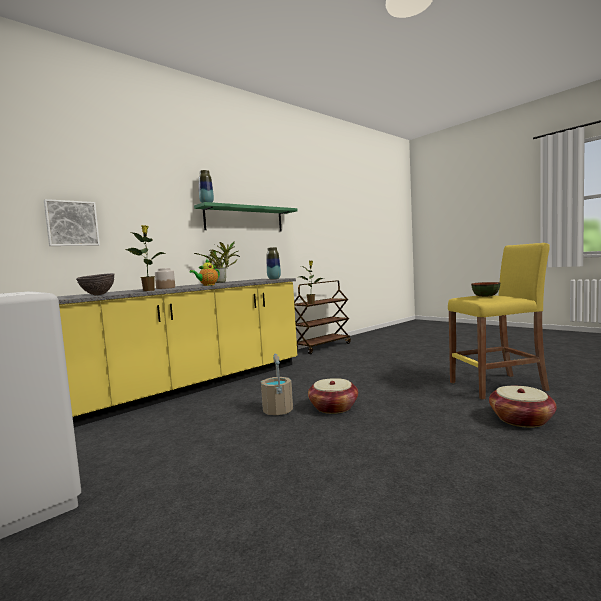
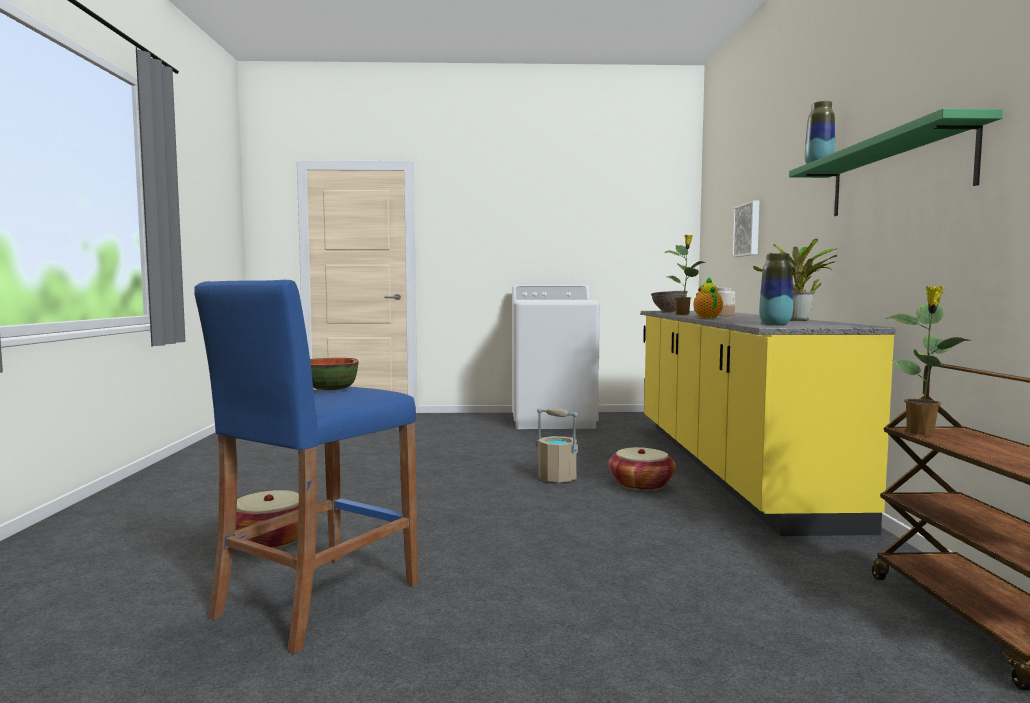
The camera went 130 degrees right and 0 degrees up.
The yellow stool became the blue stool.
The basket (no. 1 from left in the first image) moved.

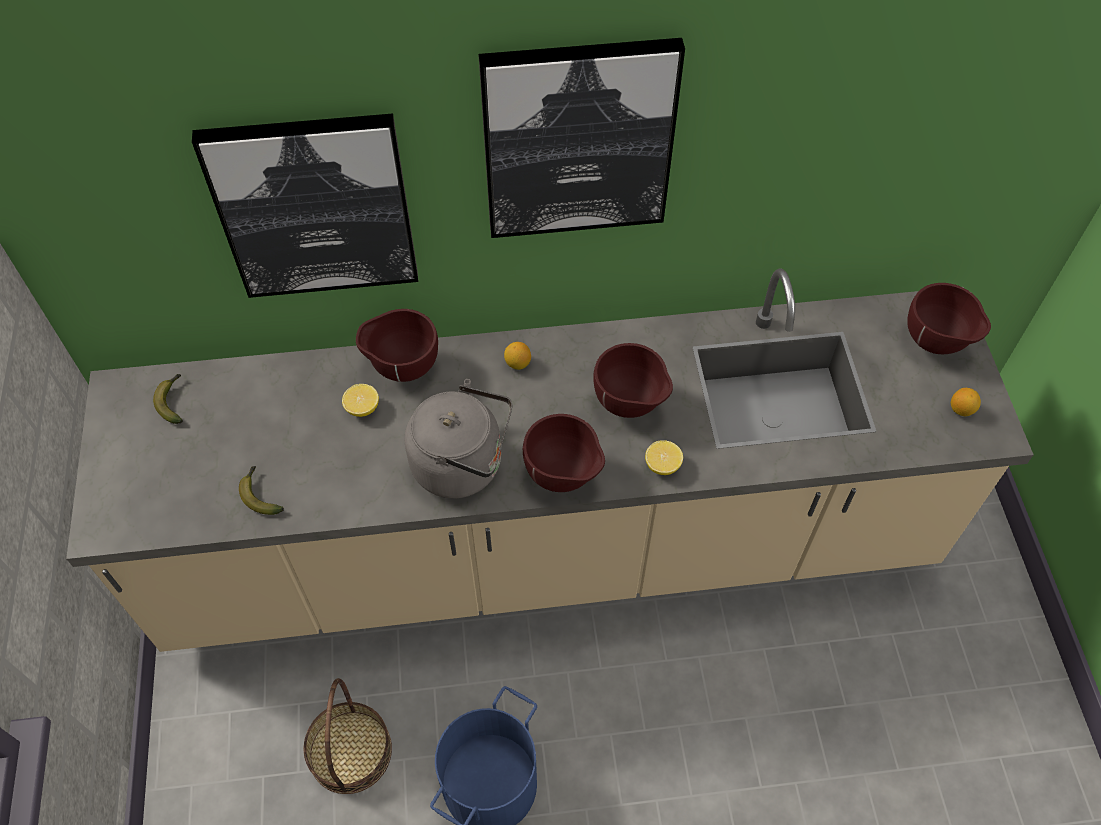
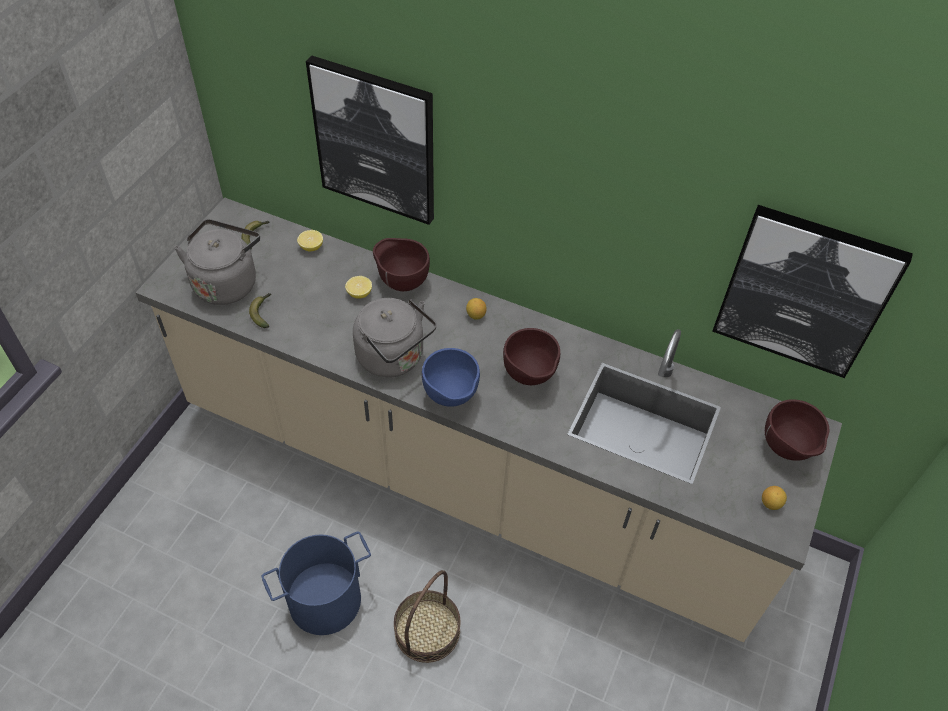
The camera went 30 degrees right and 5 degrees down.
The picture (no. 2 from left) moved.
The brown bowl (no. 2 from left) became the blue bowl.
The lemon (no. 3 from left in the first image) moved.
The basket moved.
The grey kettle (no. 1 from left) appeared.

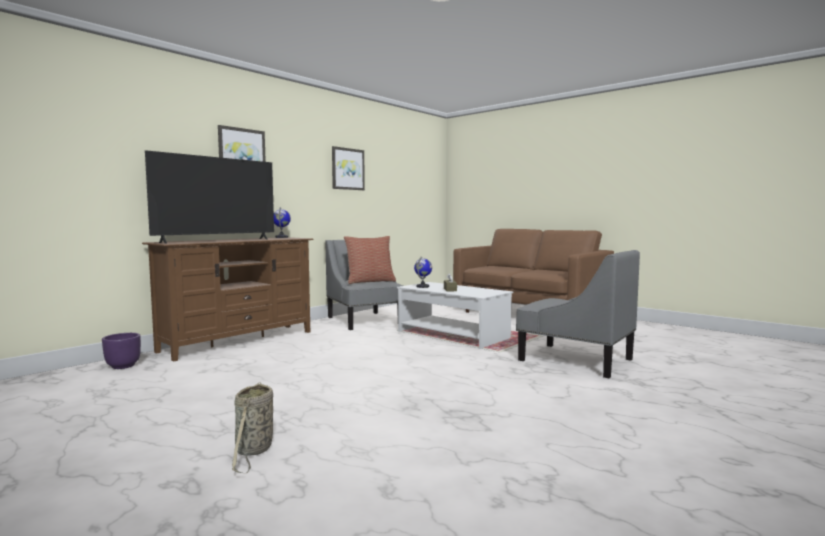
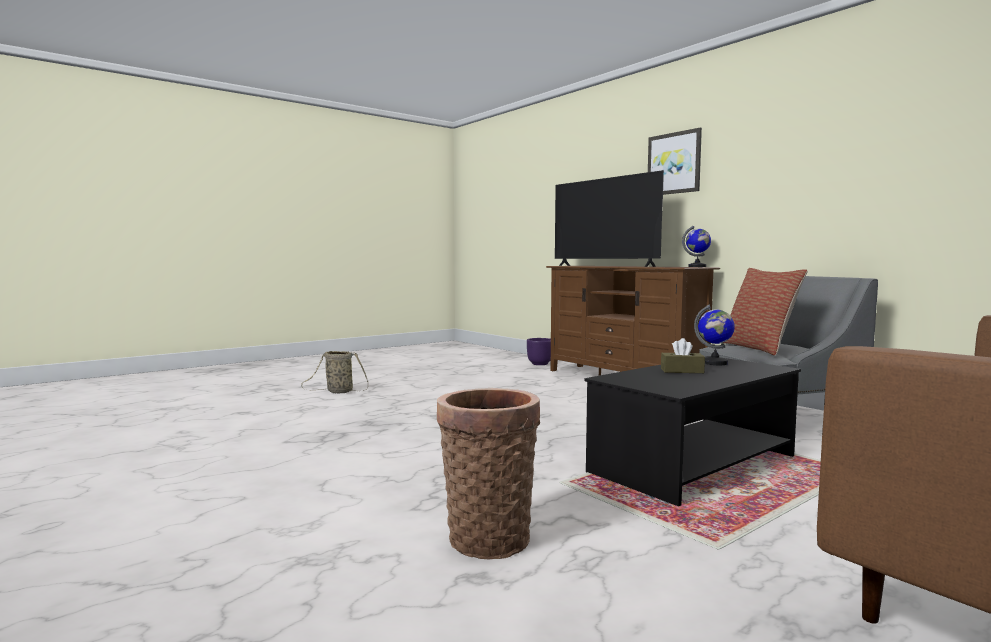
The camera went 100 degrees right and 0 degrees up.
The picture (no. 2 from left) disappeared.
The grey armchair (no. 2 from left) was replaced by the basket (no. 2 from left).
The white coffee table became the black coffee table.

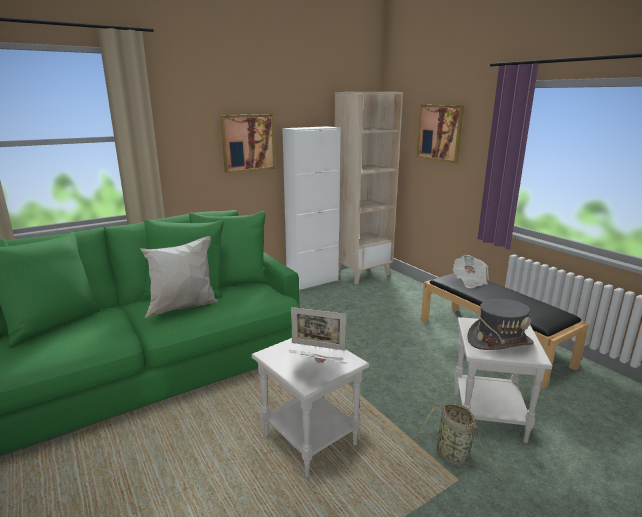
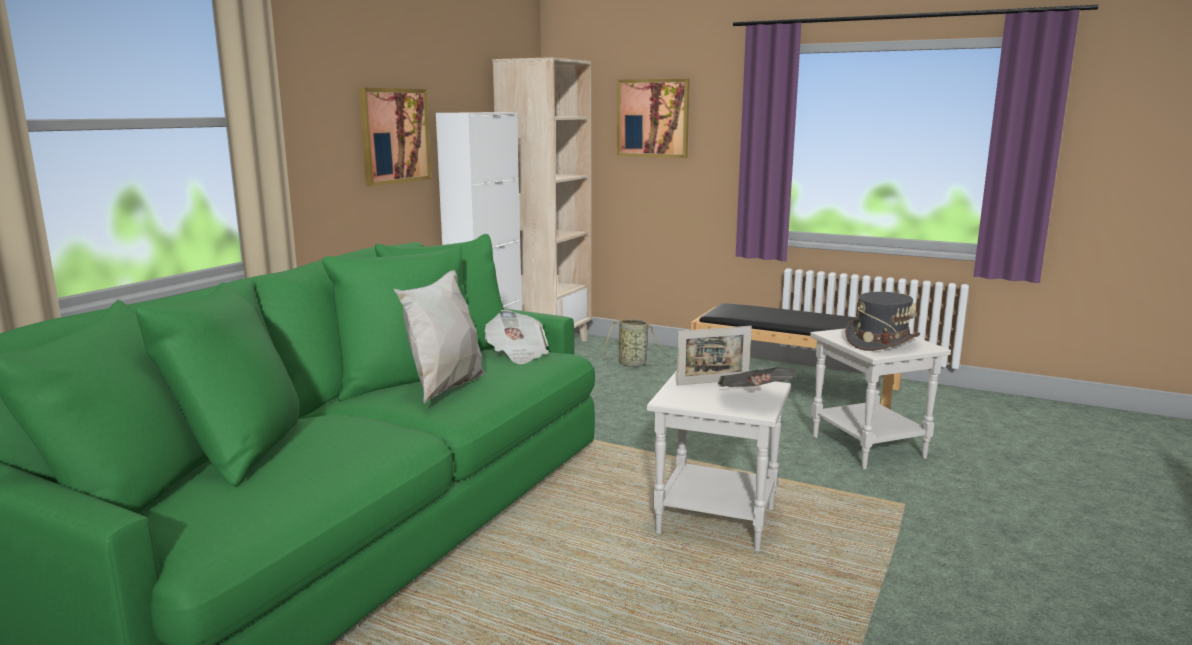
The camera went 30 degrees left and 5 degrees down.
The newspaper (no. 2 from left in the first image) moved.
The basket moved.

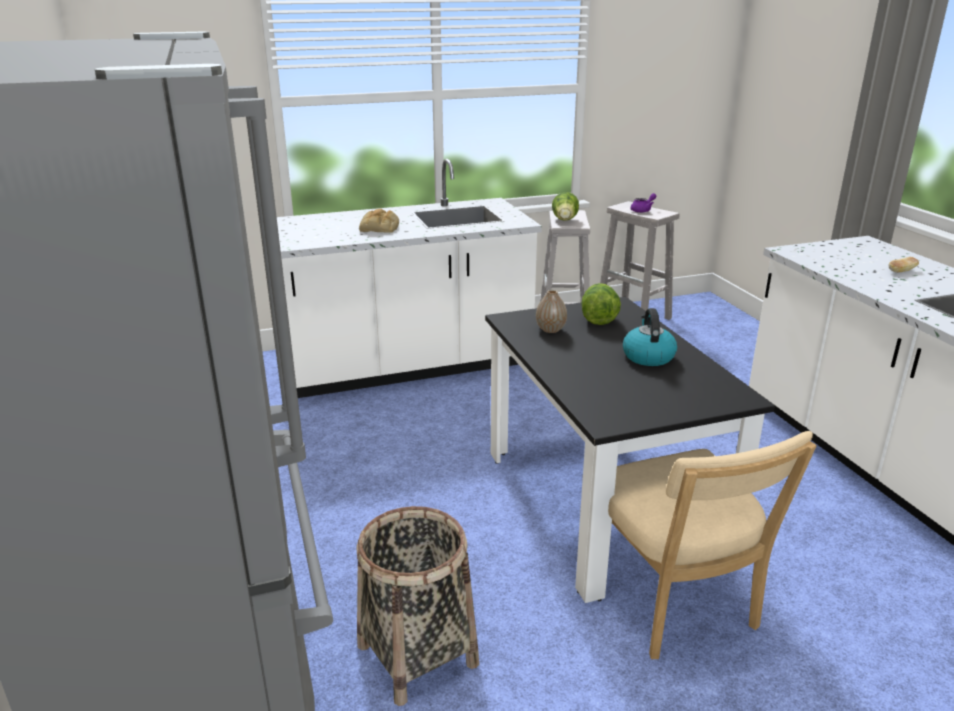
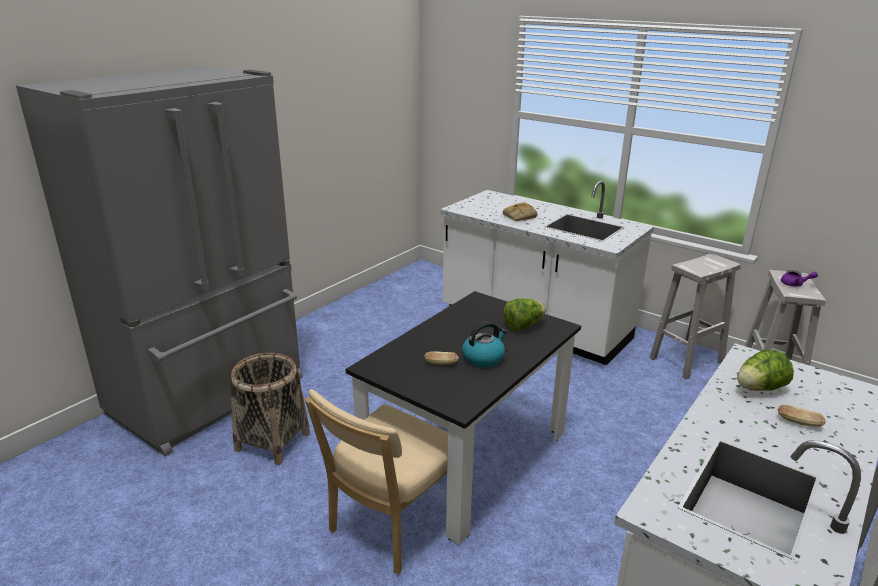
The camera went 55 degrees right and 0 degrees up.
The lettuce (no. 1 from left in the first image) moved.
The vase disappeared.
The bread (no. 1 from left) appeared.

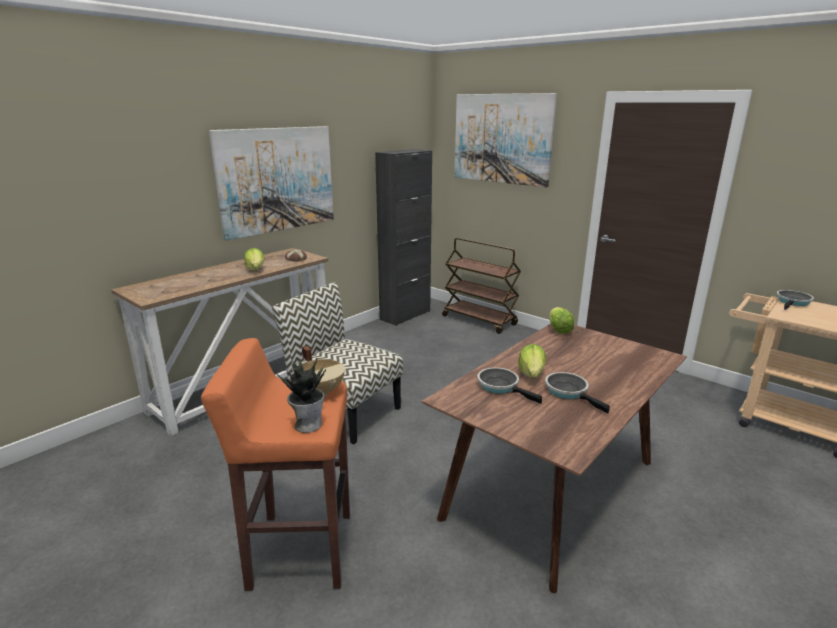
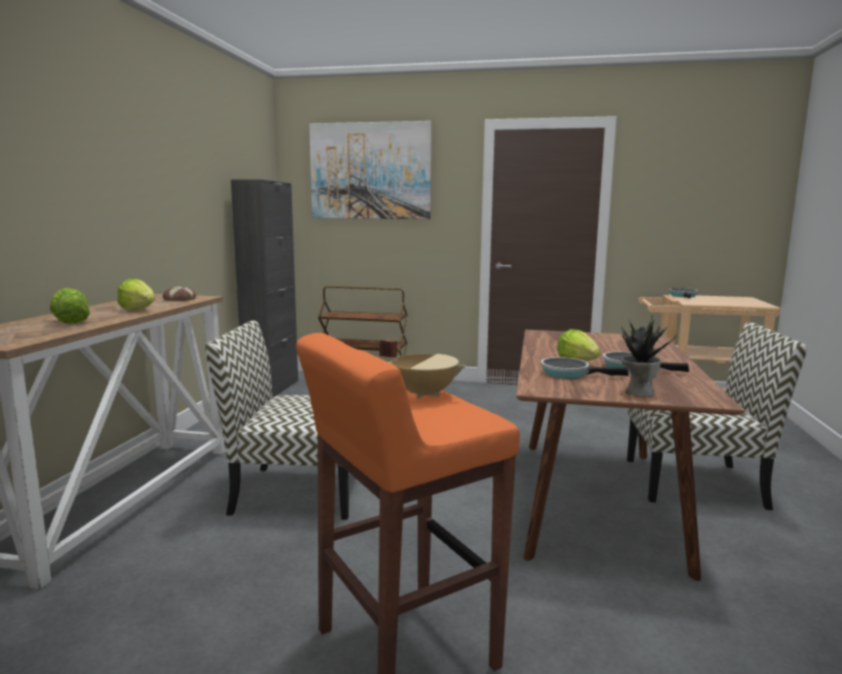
The camera went 30 degrees left and 10 degrees down.
The picture (no. 1 from left) disappeared.
The lettuce (no. 3 from left in the first image) moved.
The potted plant moved.
The chair (no. 2 from left) appeared.

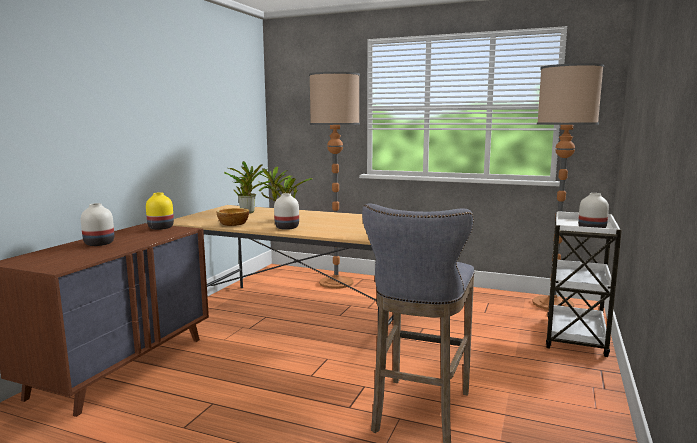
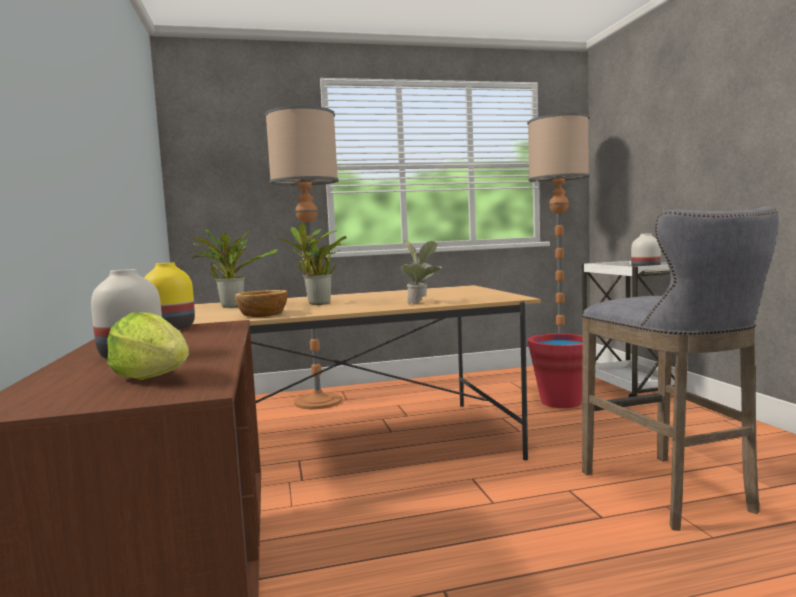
The camera went 35 degrees left and 5 degrees down.
The white vase (no. 2 from left) disappeared.
The potted plant (no. 3 from left) appeared.
The lettuce appeared.
The red bucket appeared.

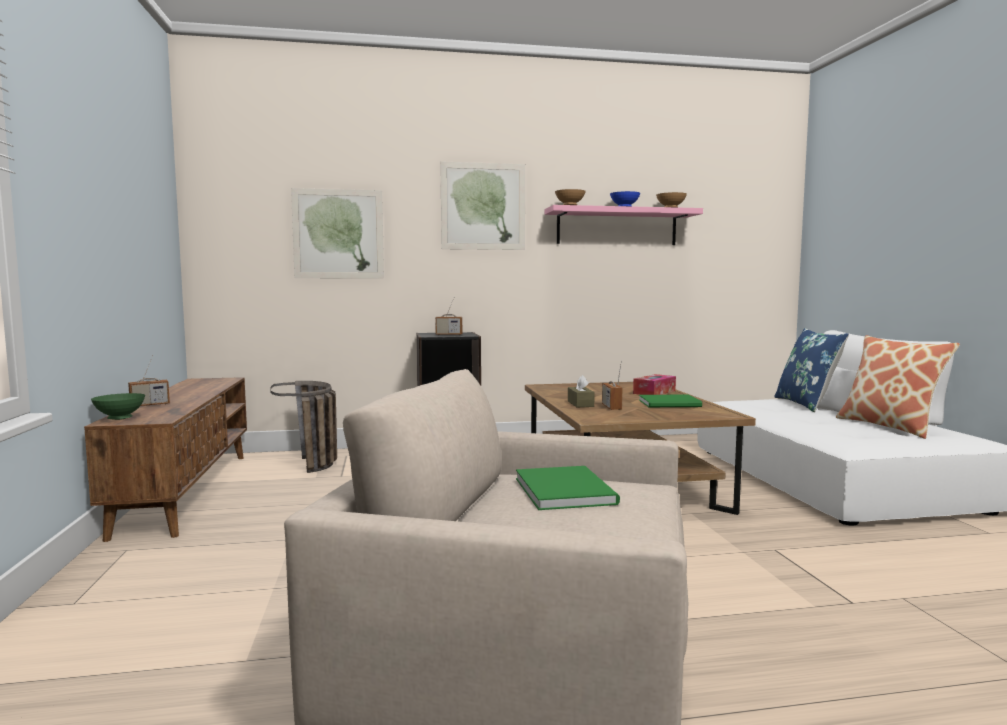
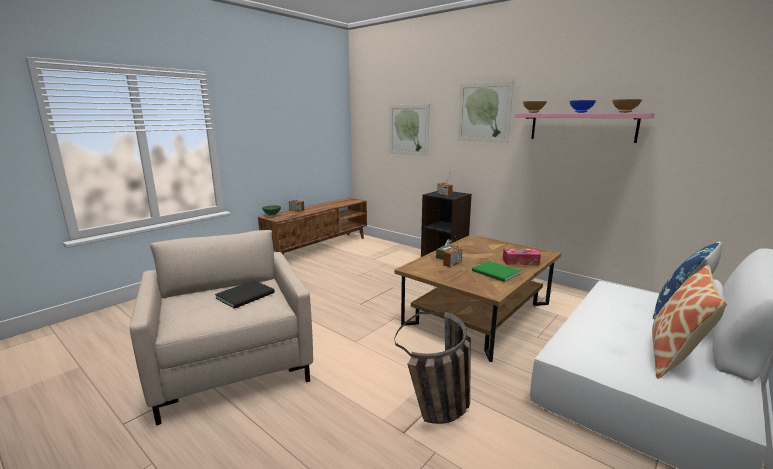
The camera went 50 degrees right and 10 degrees up.
The basket moved.
The green book (no. 1 from left) became the black book.

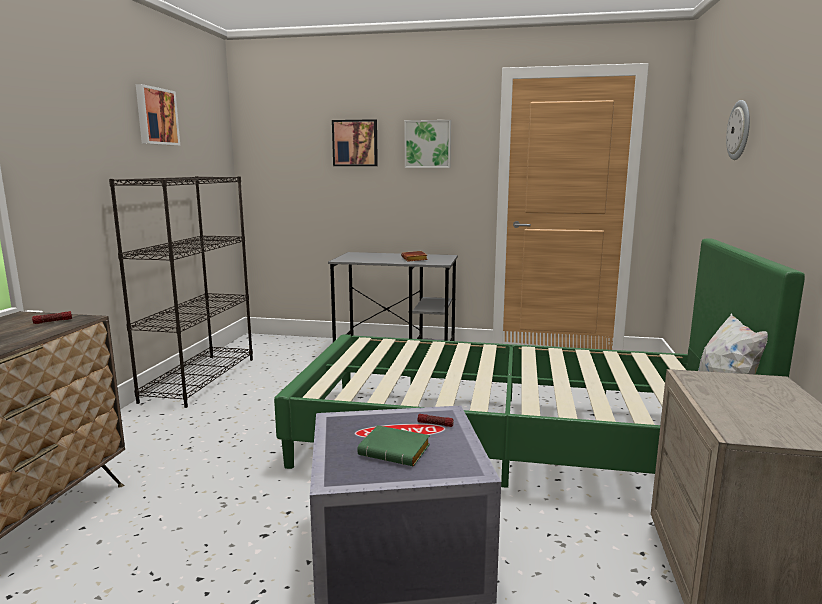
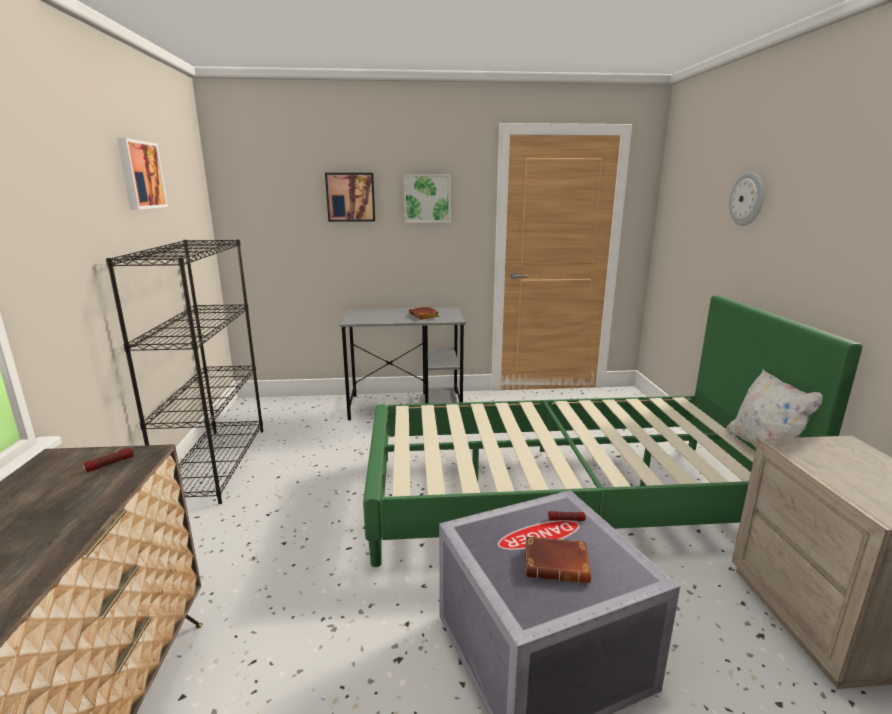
The camera went 15 degrees left and 5 degrees up.
The green book became the brown book (no. 2 from left).

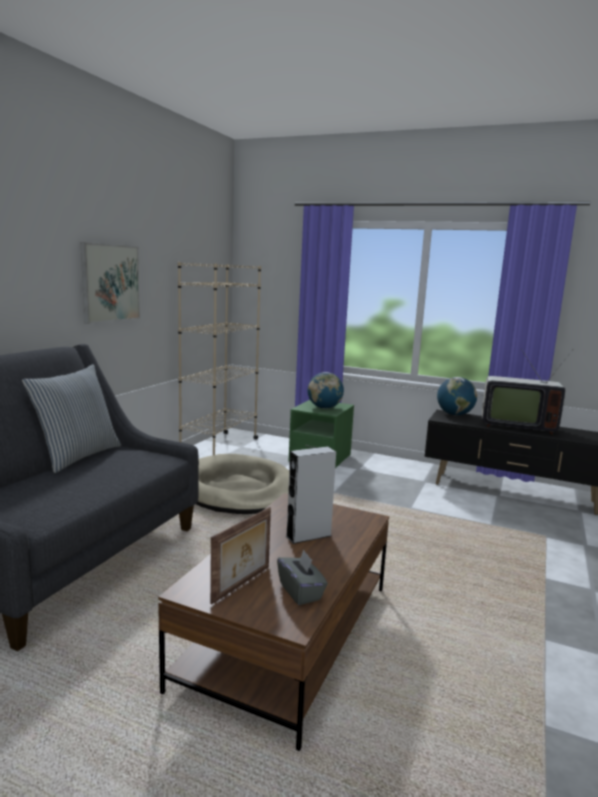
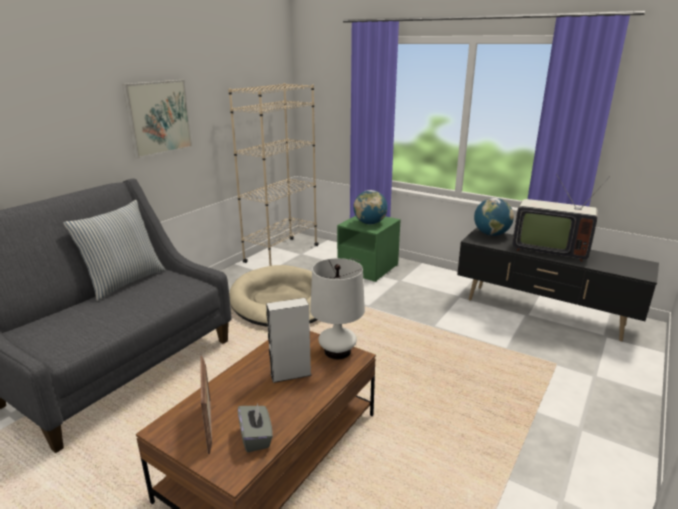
The camera went 10 degrees right and 10 degrees up.
The picture frame turned 60 degrees counterclockwise.
The white table lamp appeared.

